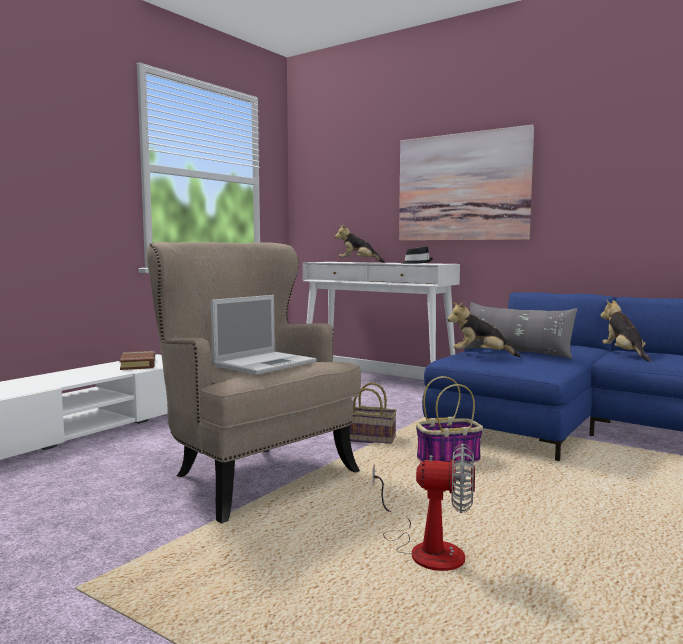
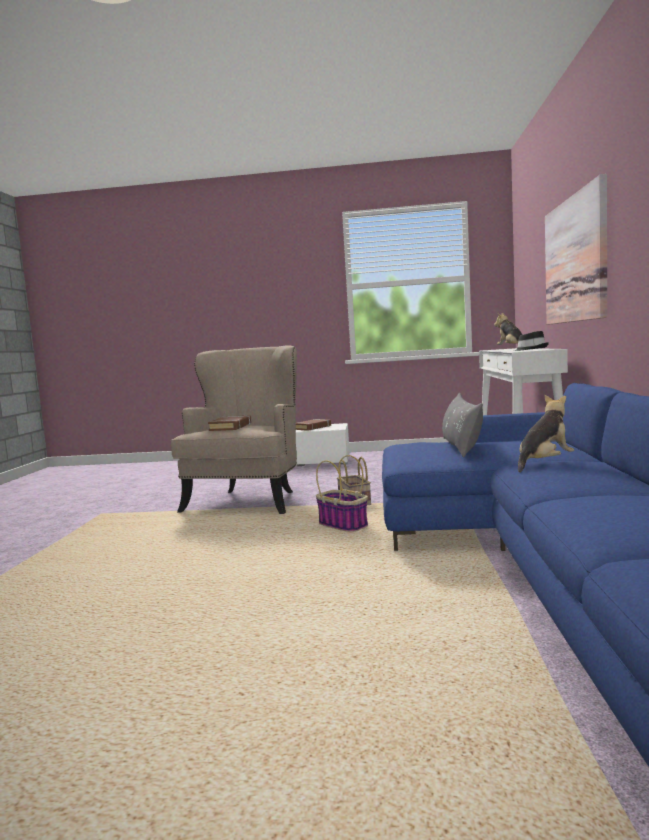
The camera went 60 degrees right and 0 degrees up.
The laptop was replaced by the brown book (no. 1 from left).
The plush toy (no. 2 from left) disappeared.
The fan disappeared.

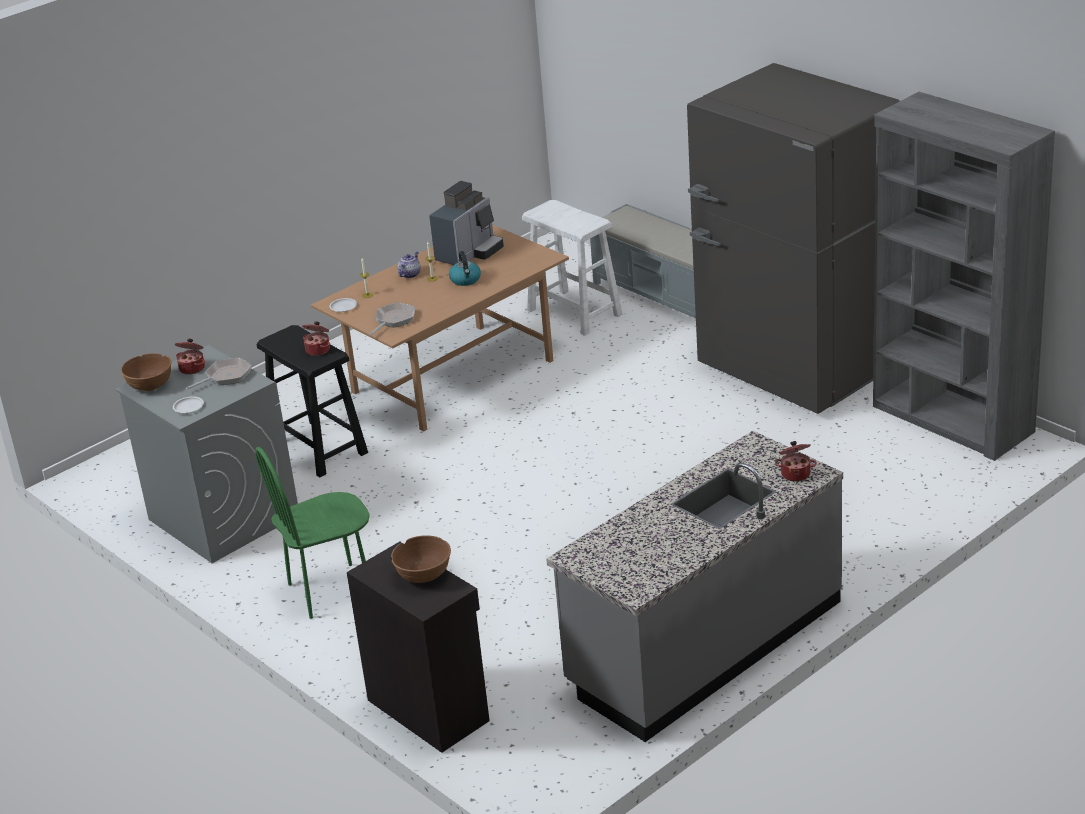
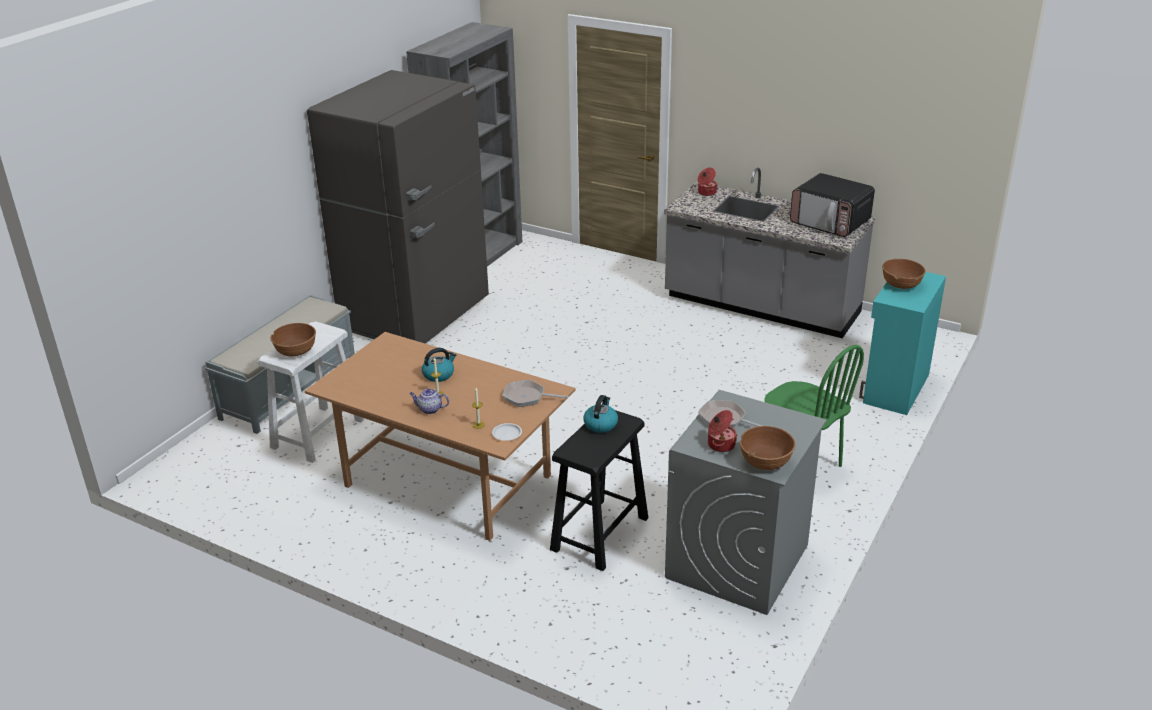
The camera went 110 degrees left and 0 degrees up.
The coffee machine disappeared.
The cooking pot (no. 2 from left) was replaced by the kettle (no. 2 from left).
The white plate (no. 1 from left) disappeared.
The black cabinet became the turquoise cabinet.
The microwave appeared.
The brown bowl (no. 1 from left) appeared.

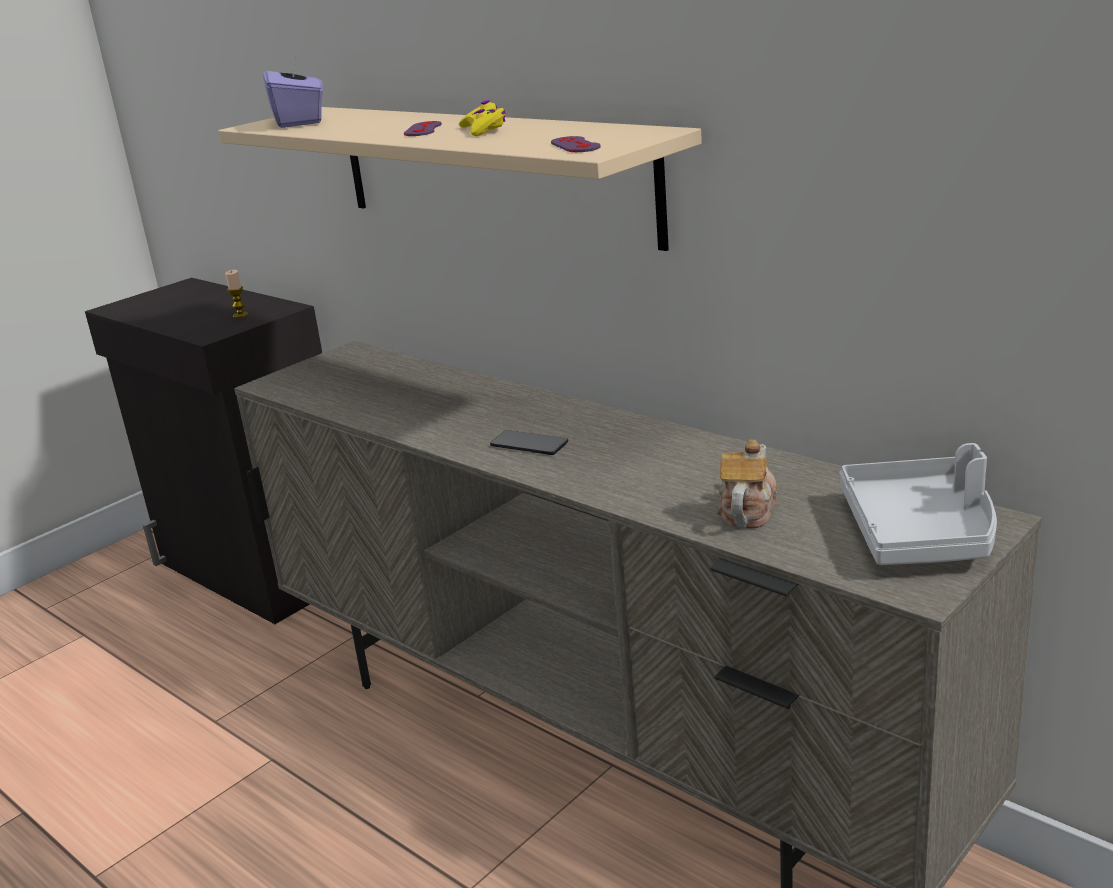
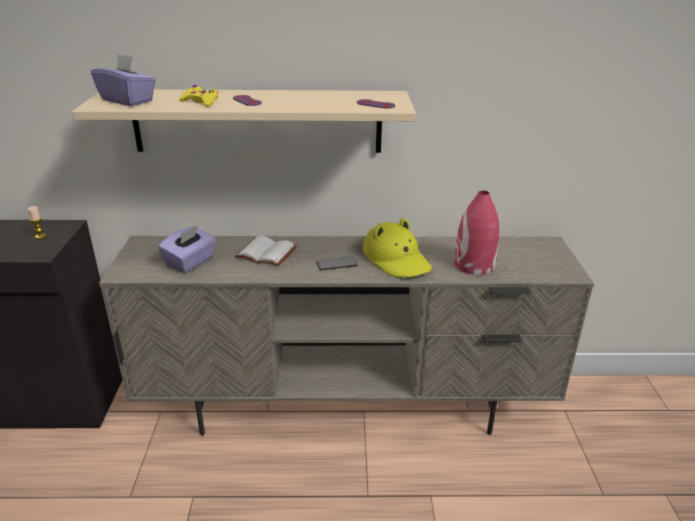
The camera went 45 degrees left and 5 degrees up.
The yellow game controller moved.
The teapot was replaced by the red vase.
The grey tray disappeared.
The yellow hat appeared.
The purple tissue box (no. 2 from left) appeared.
The white book appeared.

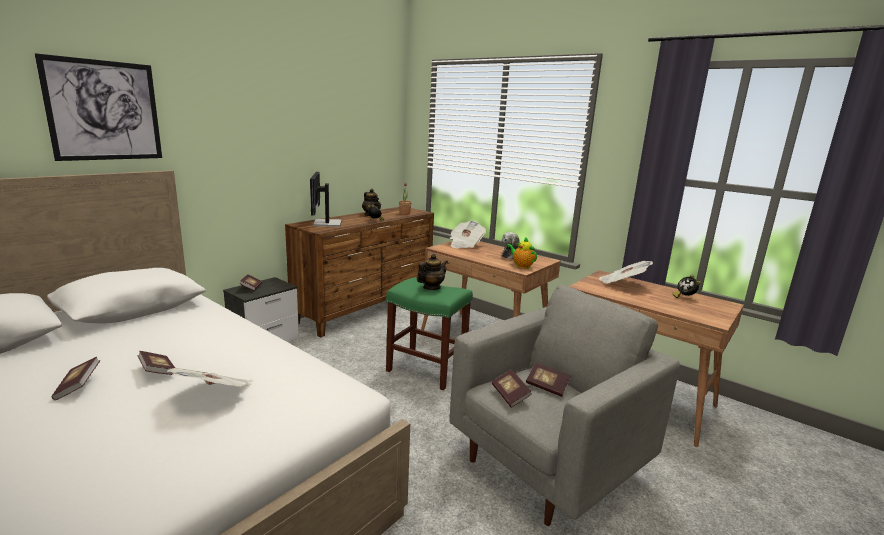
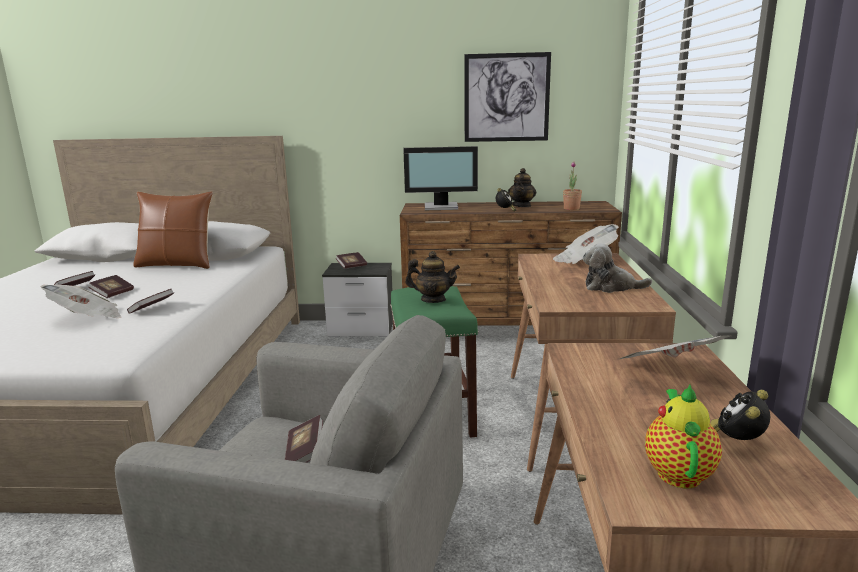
The camera went 55 degrees right and 0 degrees up.
The picture moved.
The monitor turned 135 degrees counterclockwise.
The teapot (no. 3 from left) moved.
The book (no. 4 from left in the first image) moved.
The brown pillow appeared.

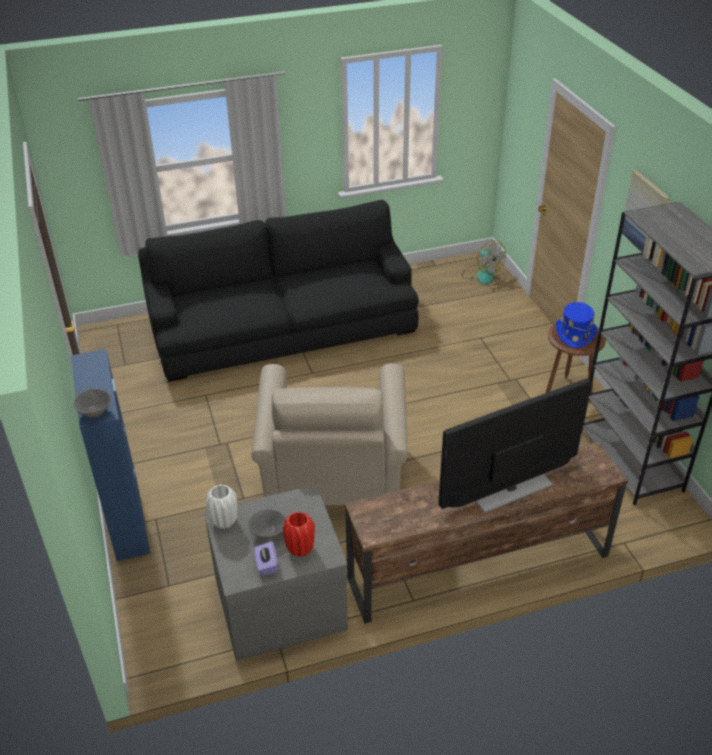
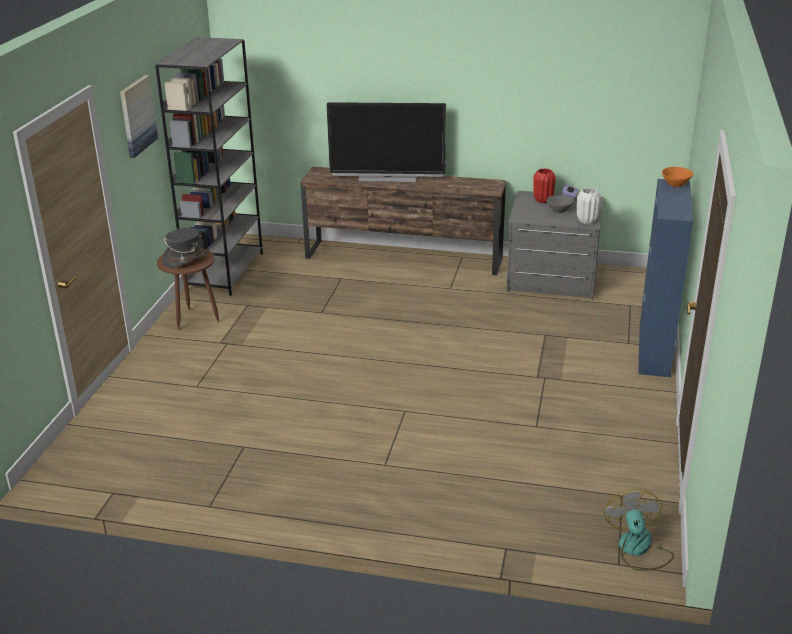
The camera went 150 degrees left and 10 degrees down.
The black sofa disappeared.
The fan moved.
The blue hat became the grey hat.
The beige armchair disappeared.
The grey bowl (no. 1 from left) became the orange bowl.

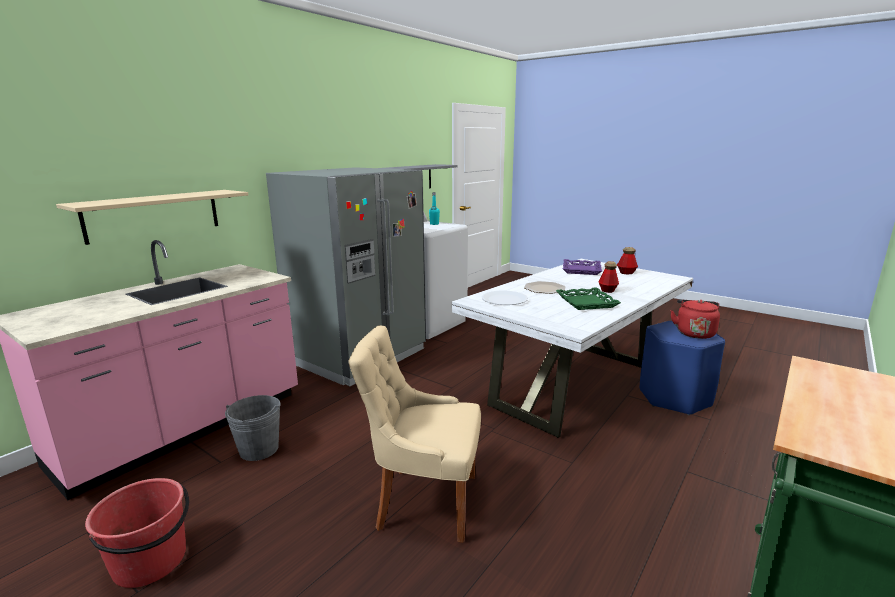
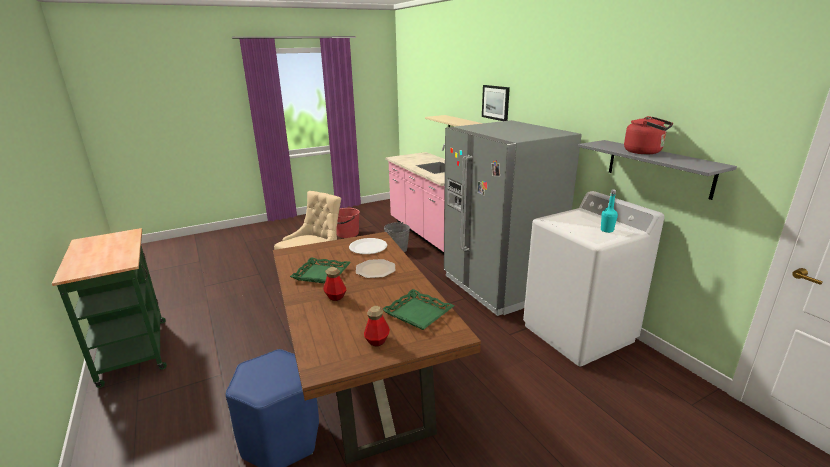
The camera went 115 degrees right and 5 degrees up.
The white dining table became the brown dining table.
The purple tray became the green tray (no. 2 from left).
The red kettle moved.
The picture appeared.

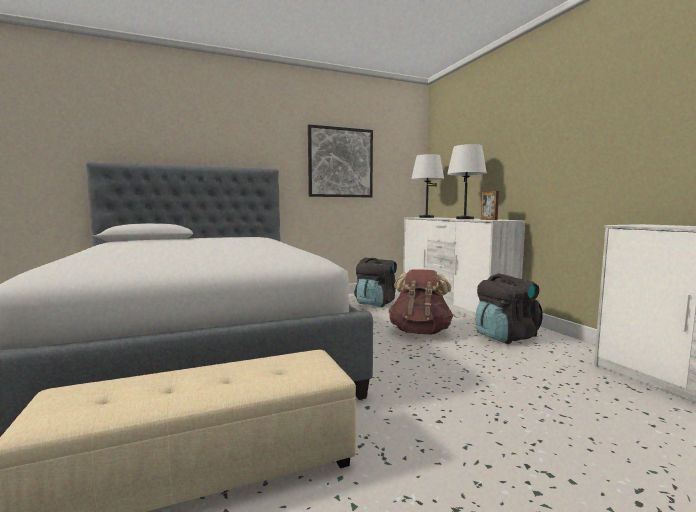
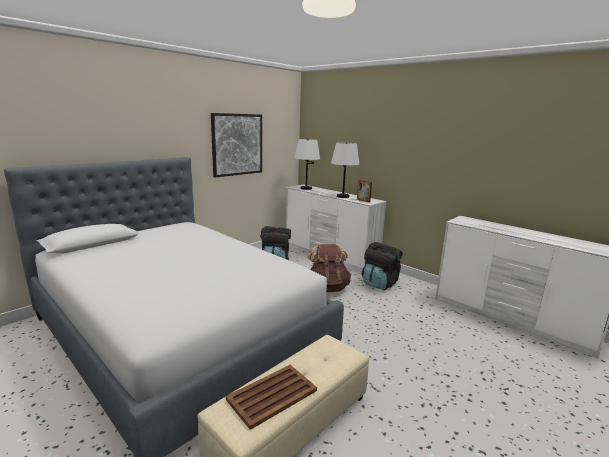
The camera went 25 degrees left and 10 degrees up.
The brown tray appeared.

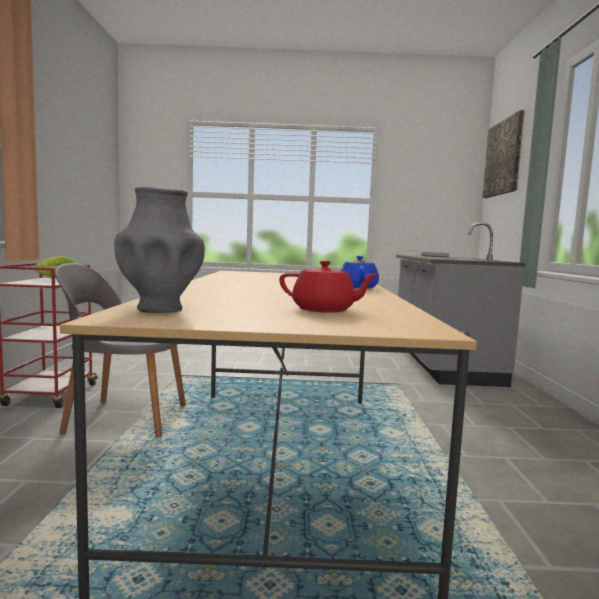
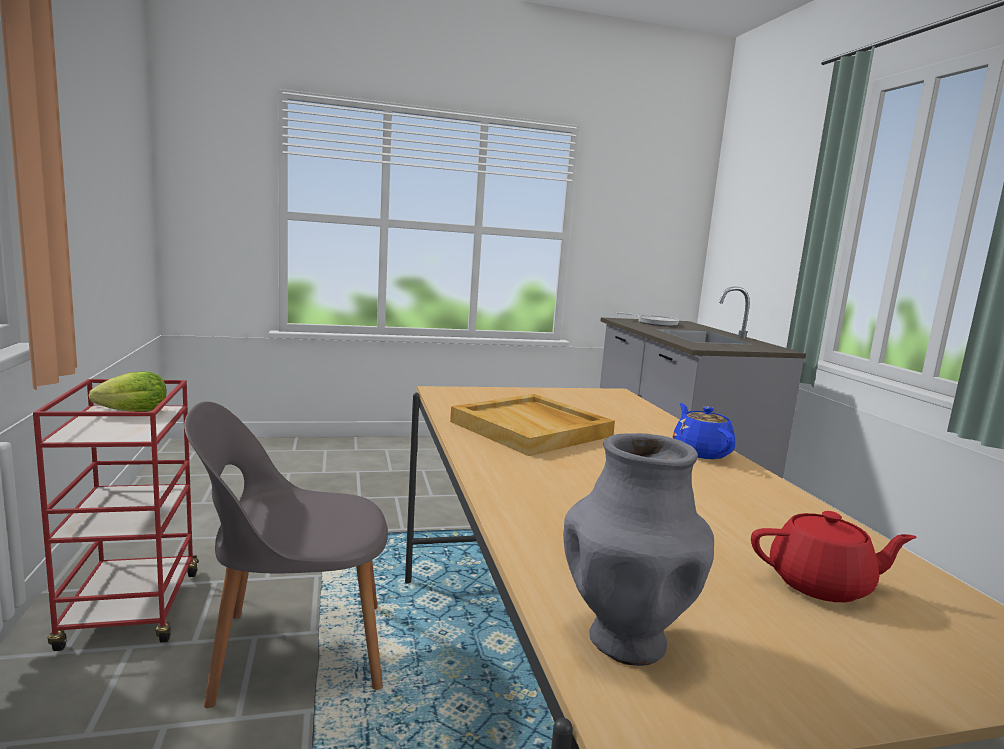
The camera went 15 degrees left and 5 degrees up.
The picture disappeared.
The beige tray appeared.

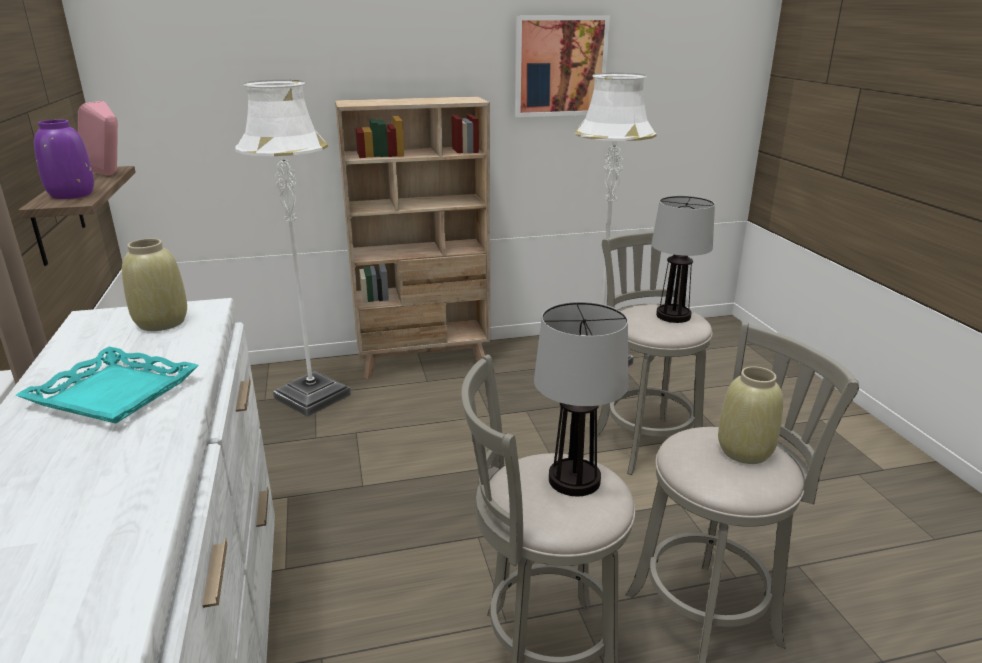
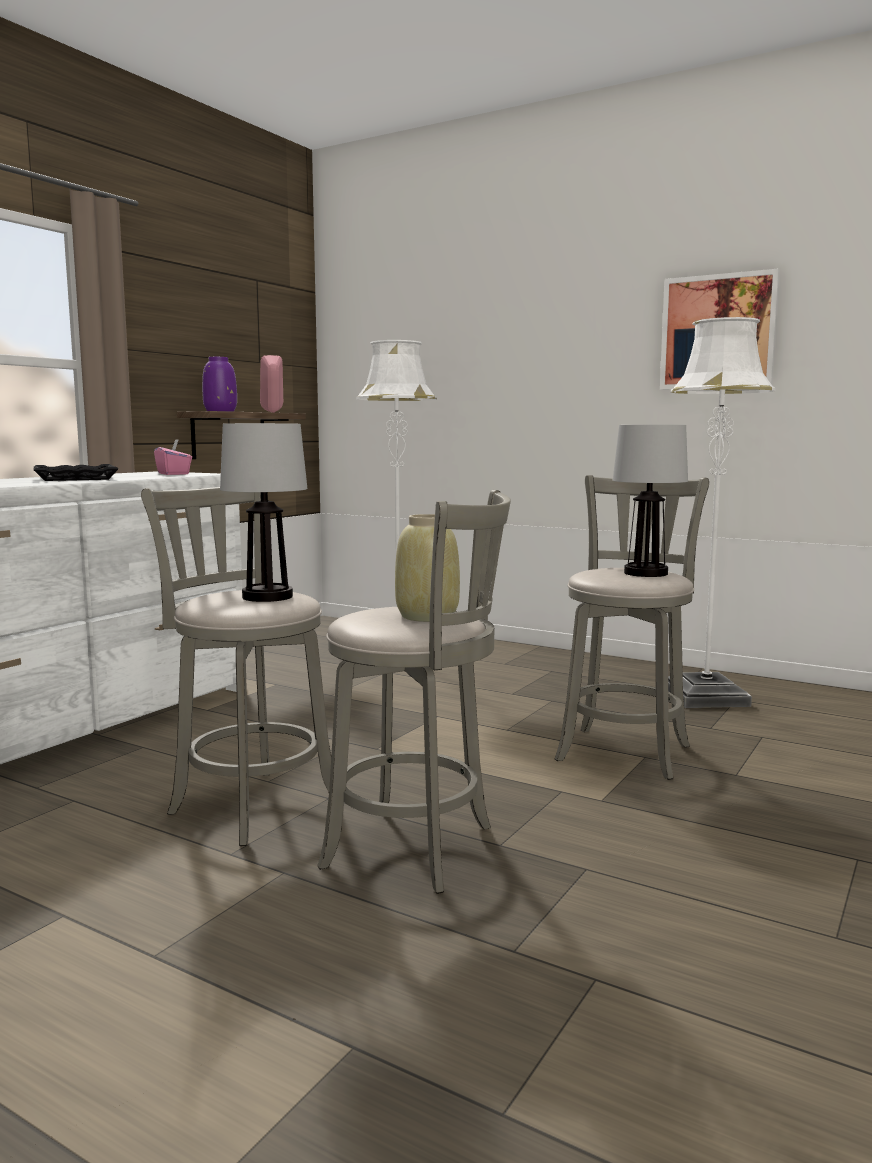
The camera went 45 degrees right and 15 degrees down.
The beige bookcase disappeared.
The beige vase (no. 1 from left) was replaced by the pink tissue box.
The turquoise tray became the black tray.

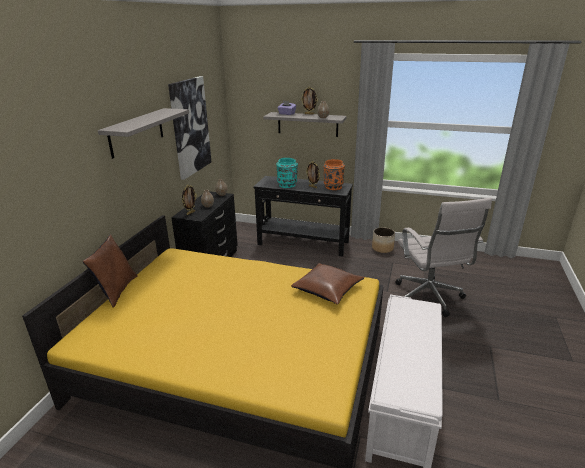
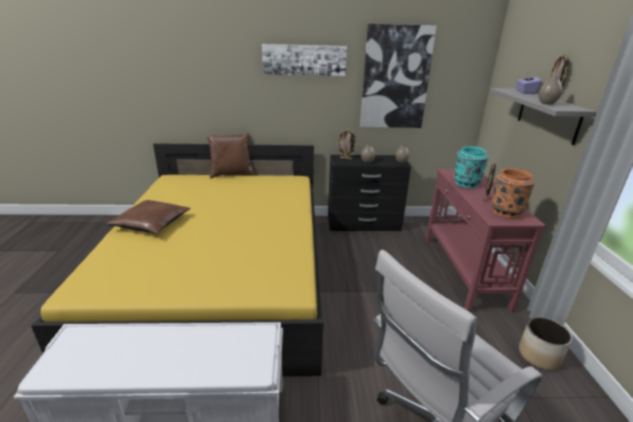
The camera went 70 degrees right and 0 degrees up.
The grey shelf (no. 1 from left) was replaced by the picture (no. 1 from left).
The black console table became the red console table.
The brown pillow (no. 2 from left in the first image) moved.

